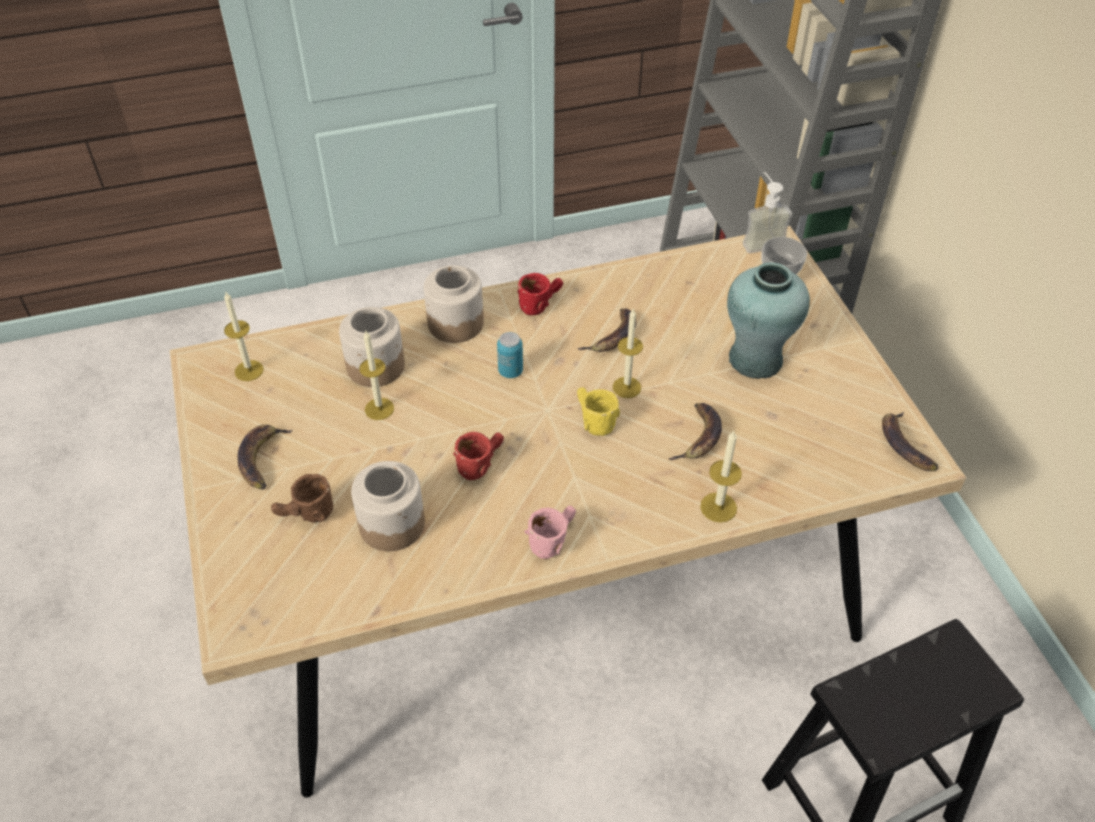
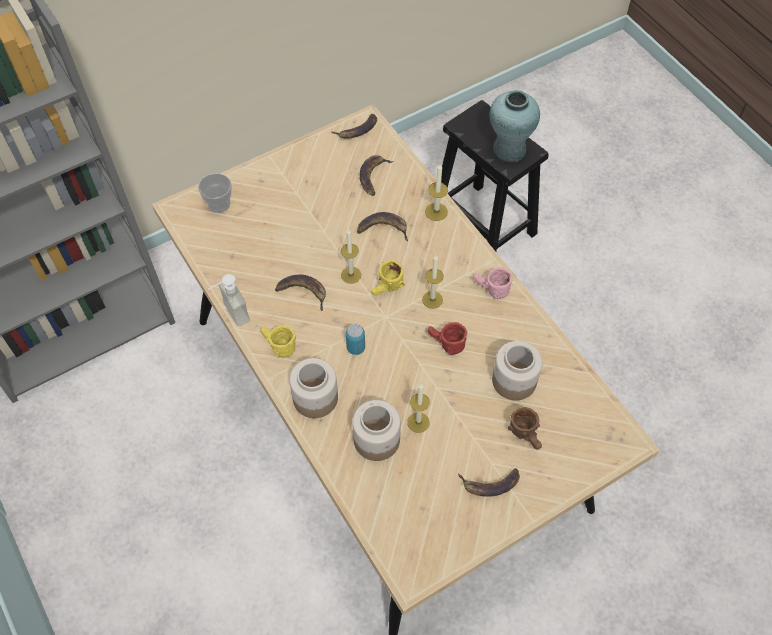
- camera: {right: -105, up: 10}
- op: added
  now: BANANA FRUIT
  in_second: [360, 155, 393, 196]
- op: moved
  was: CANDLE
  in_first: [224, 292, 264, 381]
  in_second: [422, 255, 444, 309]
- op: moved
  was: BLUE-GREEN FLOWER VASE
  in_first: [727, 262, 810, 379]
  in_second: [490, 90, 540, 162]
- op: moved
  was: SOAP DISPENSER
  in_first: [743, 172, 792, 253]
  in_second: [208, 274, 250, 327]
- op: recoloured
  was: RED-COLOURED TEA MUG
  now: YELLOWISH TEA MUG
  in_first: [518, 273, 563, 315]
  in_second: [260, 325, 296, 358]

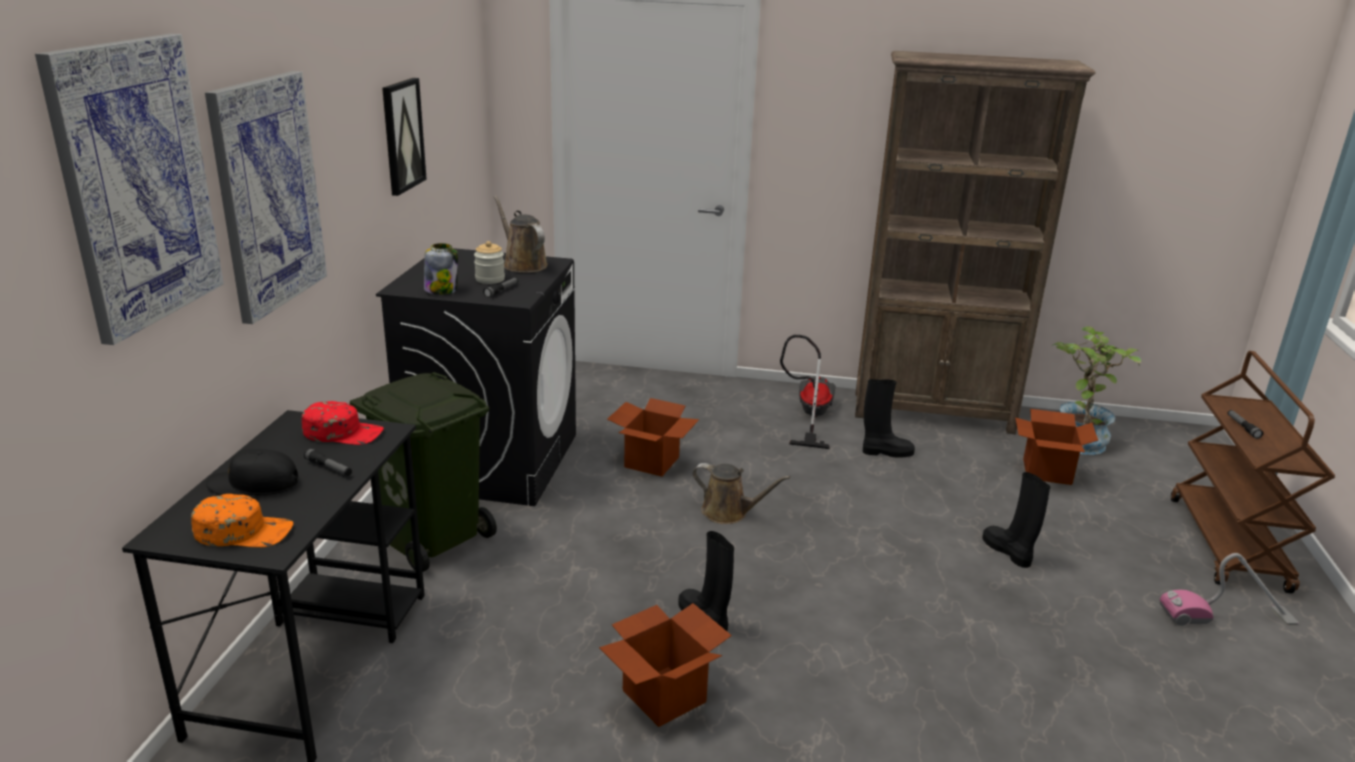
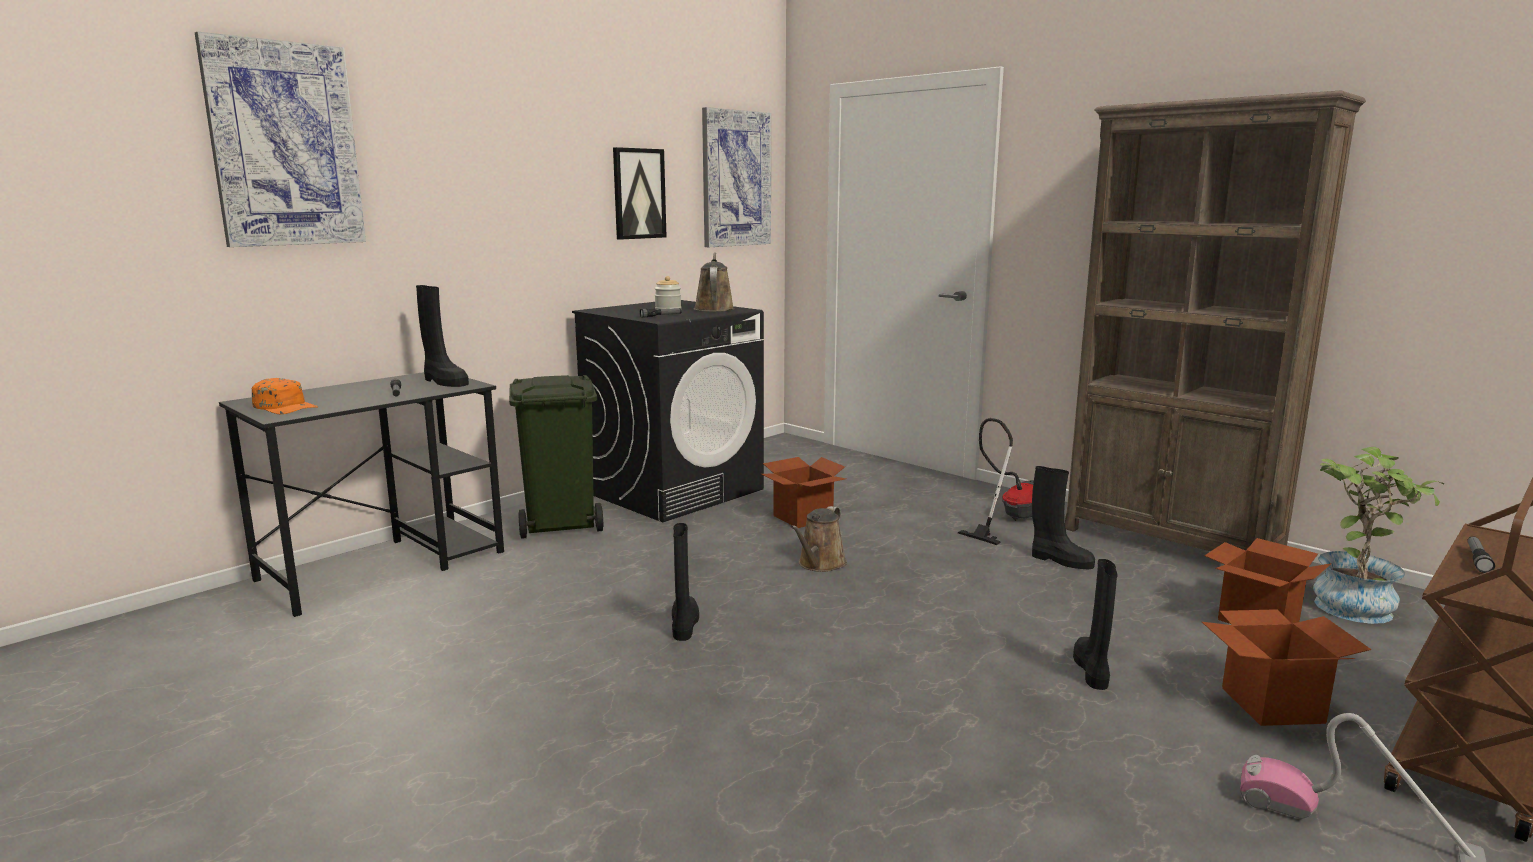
- camera: {right: 35, up: -10}
- op: removed
  was: BLACK PEAKED CAP
  in_first: [206, 449, 299, 496]
- op: removed
  was: PRESERVE JAR
  in_first: [424, 243, 458, 295]
- op: moved
  was: PICTURE
  in_first: [205, 71, 327, 324]
  in_second: [702, 107, 771, 247]
- op: moved
  was: CARDBOARD BOX
  in_first: [599, 603, 732, 727]
  in_second: [1202, 609, 1371, 726]
- op: replaced
  was: RED-COLOURED PEAKED CAP
  now: BLACK TALL BOOT
  in_first: [302, 401, 384, 445]
  in_second: [416, 285, 469, 387]
- op: turned
  was: BROWN-COLOURED WATERING POT
  in_first: [692, 463, 790, 524]
  in_second: [791, 506, 847, 572]
  clockwise: 60

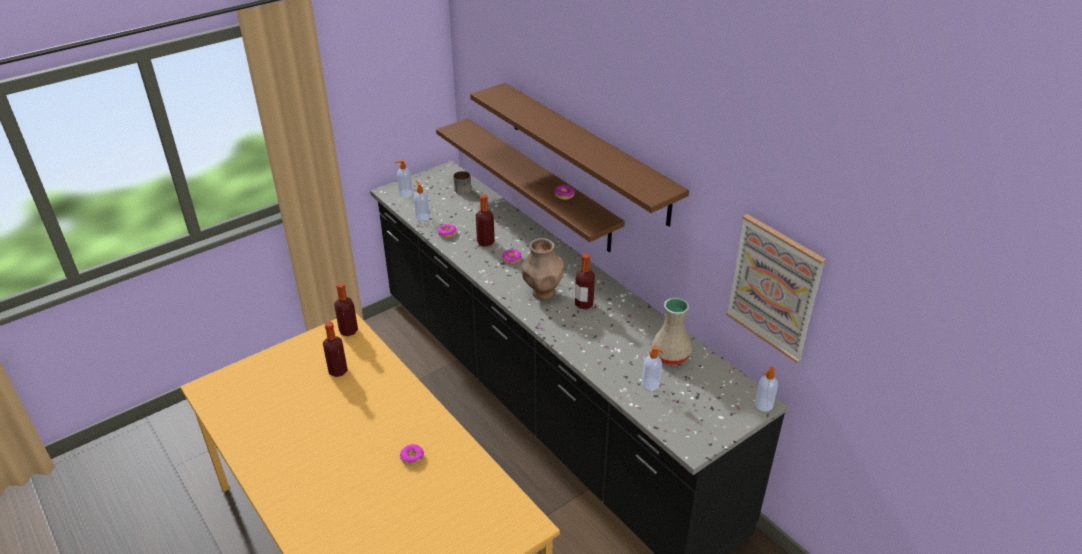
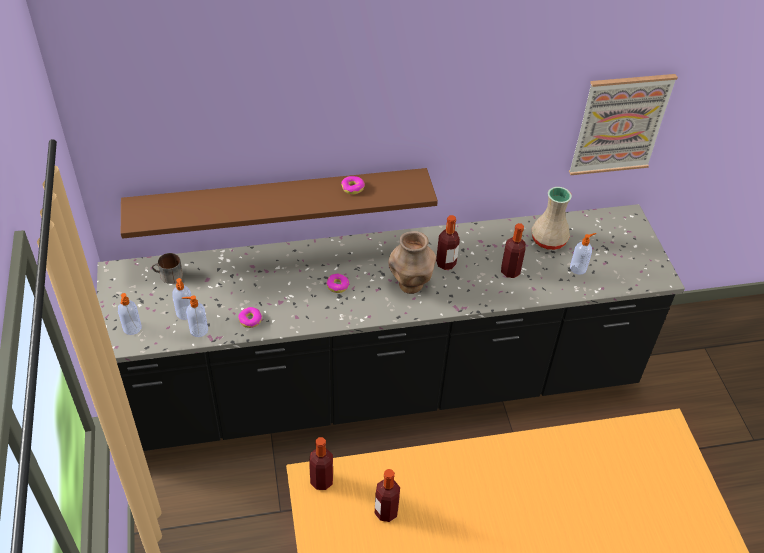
- camera: {right: -65, up: 10}
- op: removed
  was: RING DOUGHNUT
  in_first: [400, 444, 424, 466]
- op: removed
  was: BROWN-COLOURED WALL SHELF
  in_first: [470, 83, 689, 226]
- op: moved
  was: DRINK BOTTLE
  in_first: [476, 194, 495, 247]
  in_second: [501, 223, 526, 278]
- op: moved
  was: SOAP DISPENSER
  in_first: [755, 367, 778, 412]
  in_second: [172, 278, 191, 320]

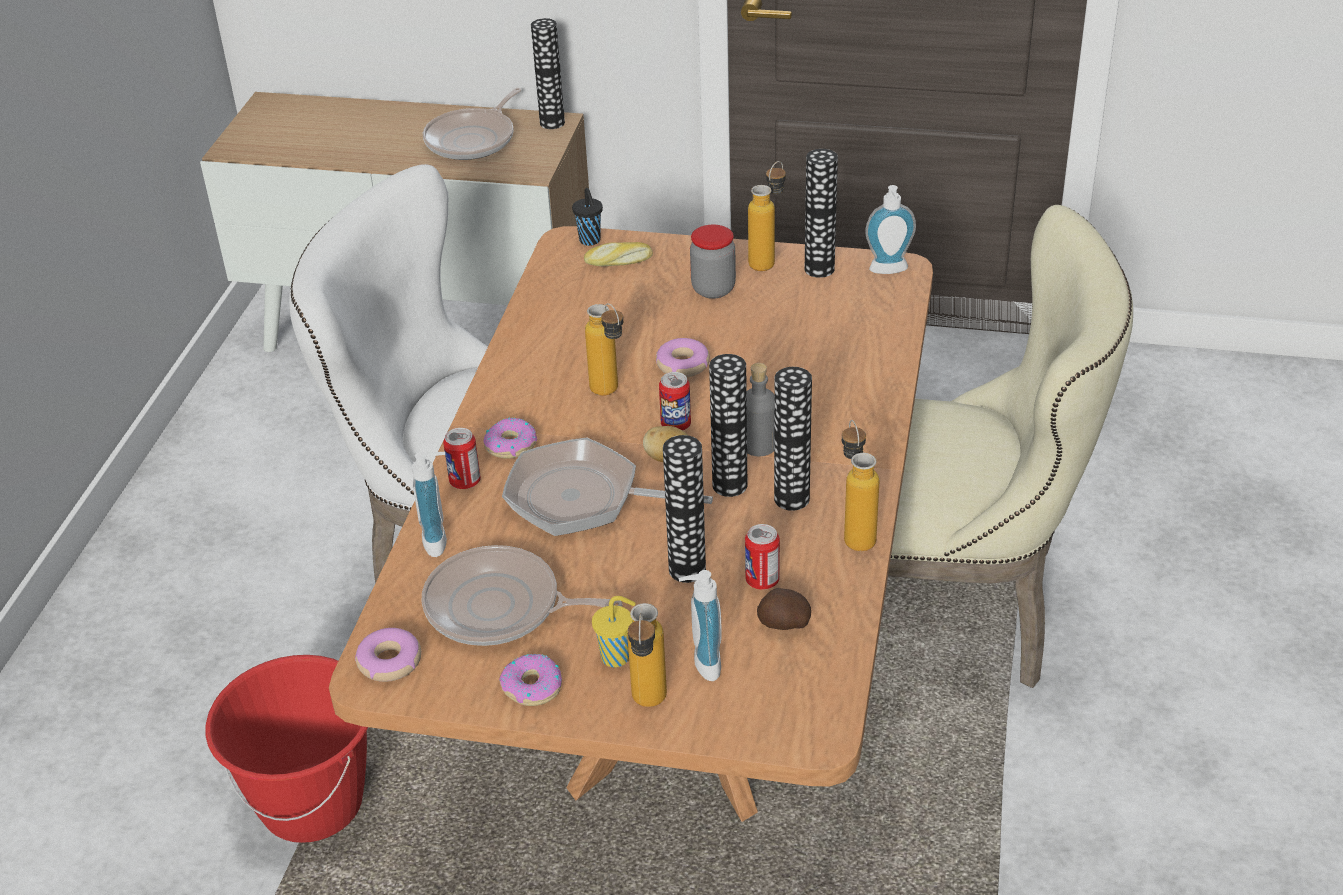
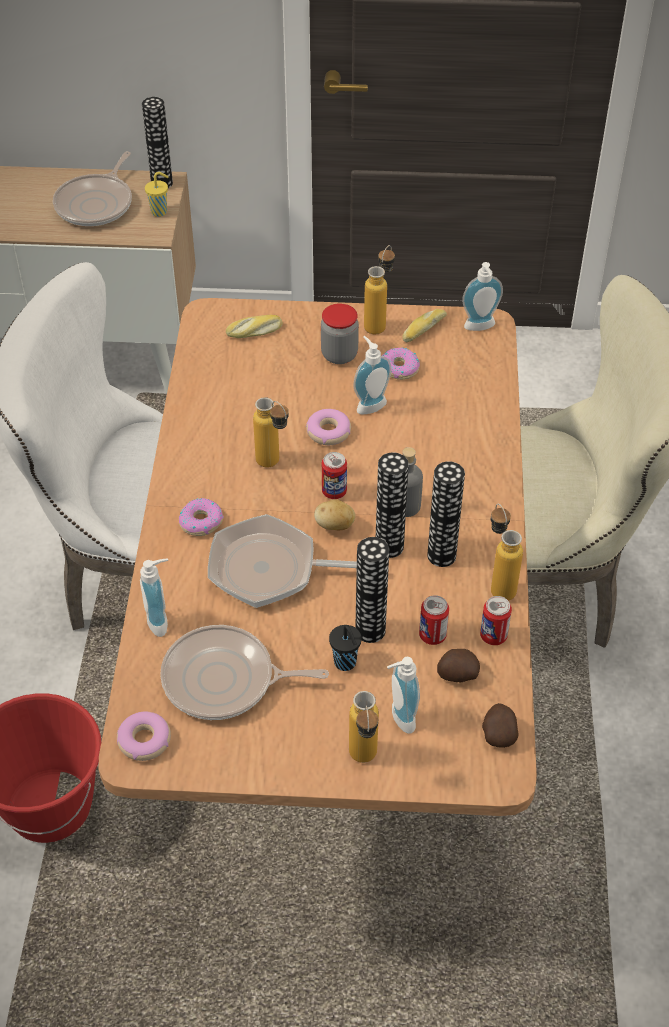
- camera: {right: -10, up: 10}
- op: added
  now: SOAP DISPENSER
  in_second: [354, 336, 391, 414]
- op: added
  now: SPUD
  in_second: [482, 703, 519, 748]
- op: moved
  was: METAL CAN
  in_first: [443, 428, 481, 489]
  in_second: [480, 596, 512, 645]
- op: moved
  was: RING DOUGHNUT
  in_first: [499, 654, 562, 706]
  in_second: [382, 347, 420, 380]
- op: moved
  was: BLACK DRINKING CUP
  in_first: [572, 188, 603, 246]
  in_second: [329, 625, 362, 671]
- op: moved
  was: YELLOWISH DRINKING CUP
  in_first: [592, 596, 636, 667]
  in_second: [145, 172, 169, 217]
- op: replaced
  was: FLOWER VASE
  now: BREAD
  in_first: [805, 149, 838, 278]
  in_second: [402, 309, 447, 342]

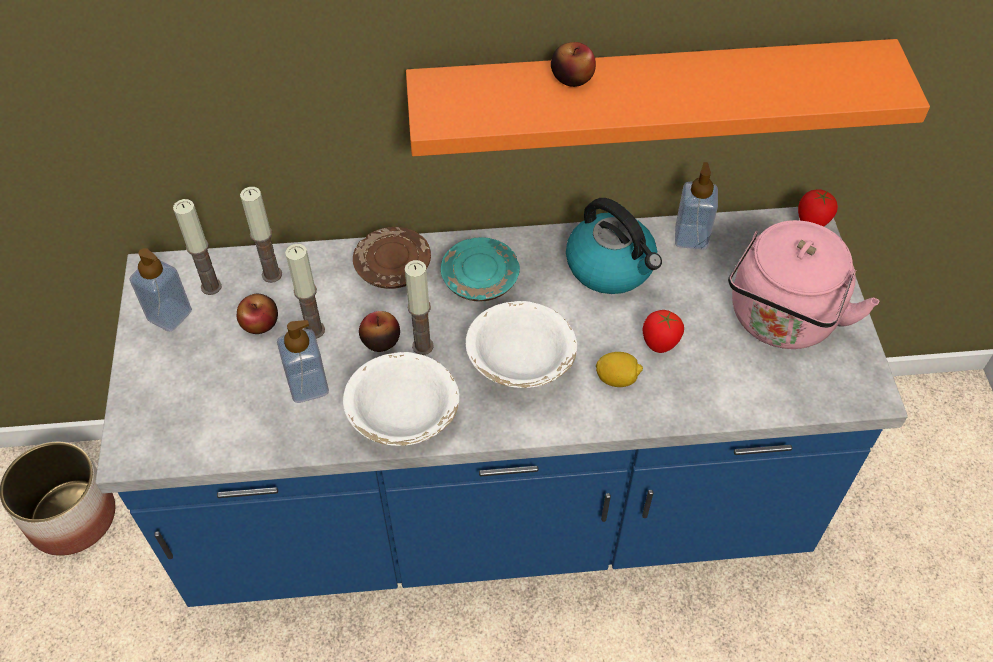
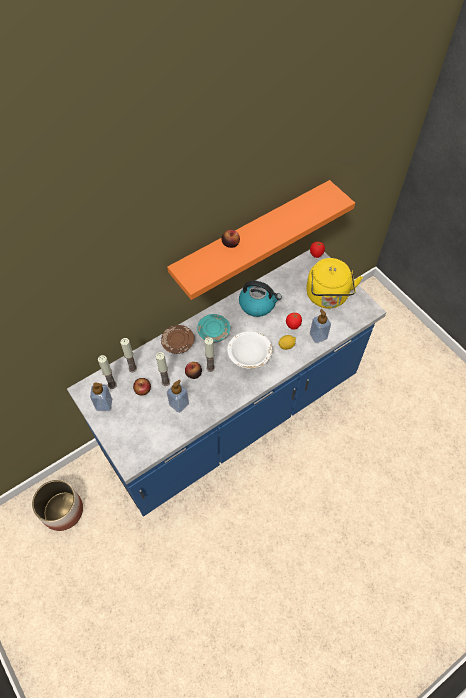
- camera: {right: -30, up: 5}
- op: removed
  was: WHITE-COLOURED BOWL
  in_first: [343, 352, 459, 446]
- op: moved
  was: SOAP DISPENSER
  in_first: [675, 162, 718, 249]
  in_second: [310, 309, 331, 343]
- op: recoloured
  was: PINK KETTLE
  now: YELLOWISH KETTLE
  in_first: [728, 220, 879, 349]
  in_second: [306, 258, 363, 309]

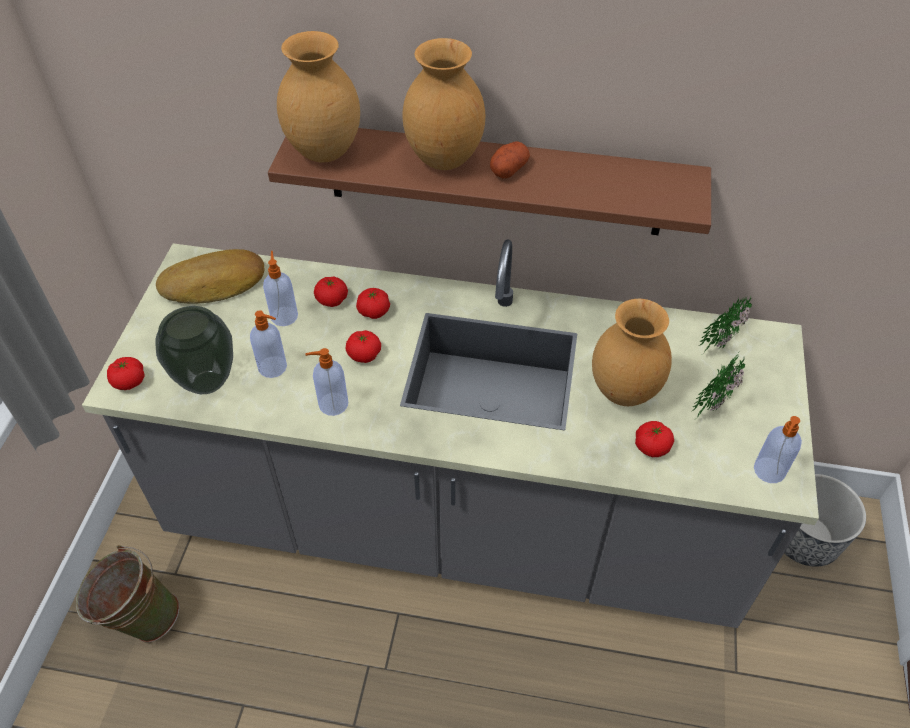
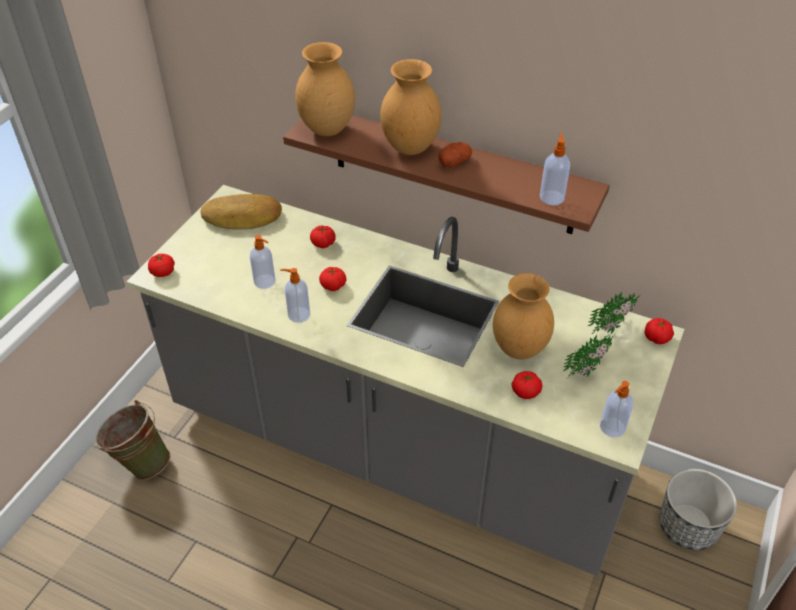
- camera: {right: 15, up: -5}
- op: removed
  was: FLOWER VASE
  in_first: [155, 306, 233, 394]
- op: moved
  was: SOAP DISPENSER
  in_first: [263, 251, 298, 326]
  in_second: [540, 132, 570, 205]
- op: moved
  was: TOMATO
  in_first: [356, 288, 390, 319]
  in_second: [644, 318, 674, 344]

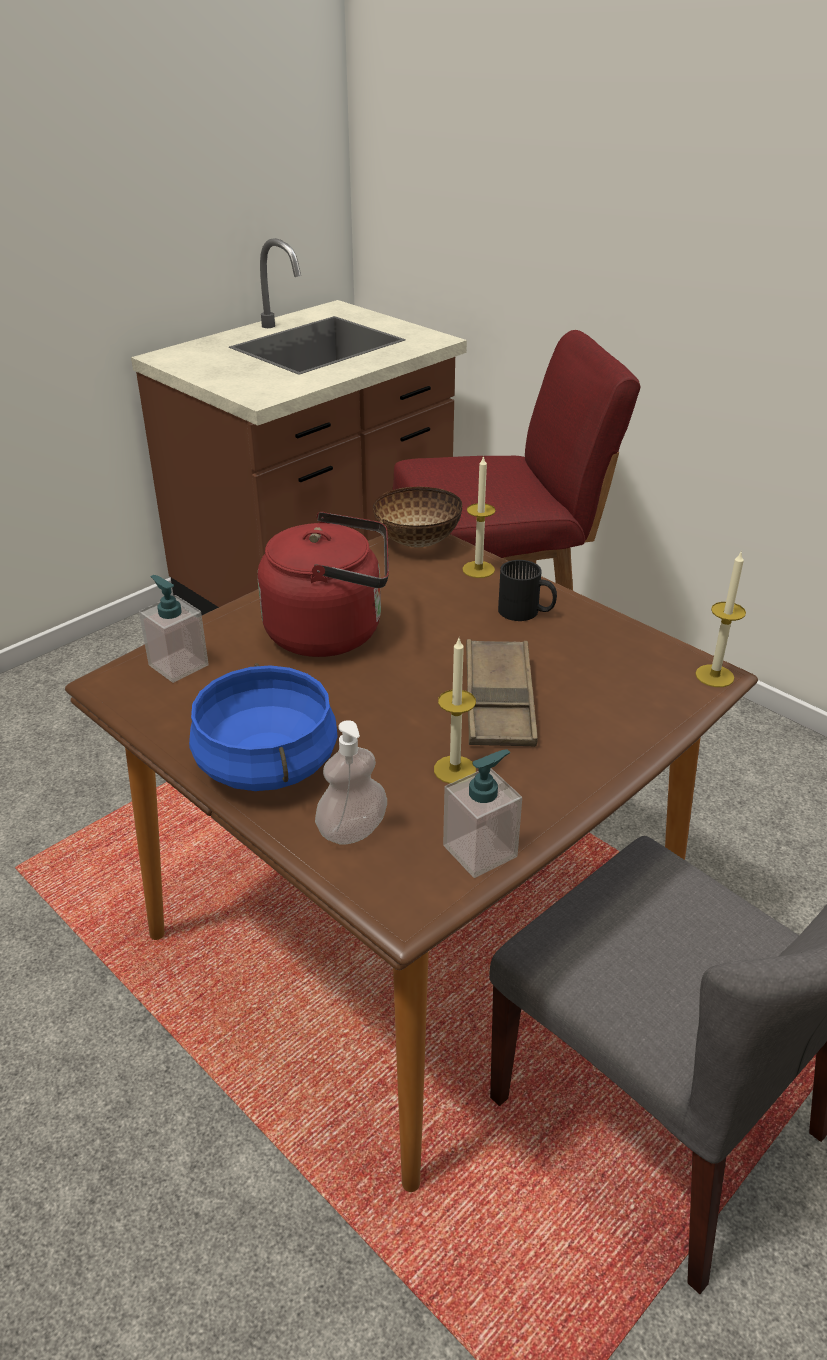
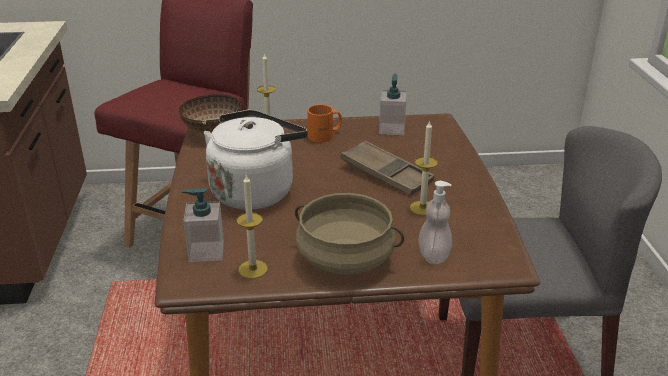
- camera: {right: -50, up: -5}
- op: moved
  was: SOAP DISPENSER
  in_first: [443, 749, 522, 878]
  in_second: [379, 74, 407, 135]
- op: moved
  was: CANDLE
  in_first: [695, 550, 746, 687]
  in_second: [236, 175, 268, 279]
- op: recoloured
  was: BLUE STOCKPOT
  now: BEIGE-COLOURED STOCKPOT
  in_first: [189, 663, 338, 791]
  in_second: [295, 193, 404, 274]
- op: recoloured
  was: RED-COLOURED KETTLE
  now: WHITE-COLOURED KETTLE
  in_first: [258, 512, 389, 657]
  in_second: [204, 110, 308, 210]
- op: recoloured
  was: BLACK TEA MUG
  now: ORANGE TEA MUG
  in_first: [498, 560, 557, 621]
  in_second: [307, 105, 342, 142]

